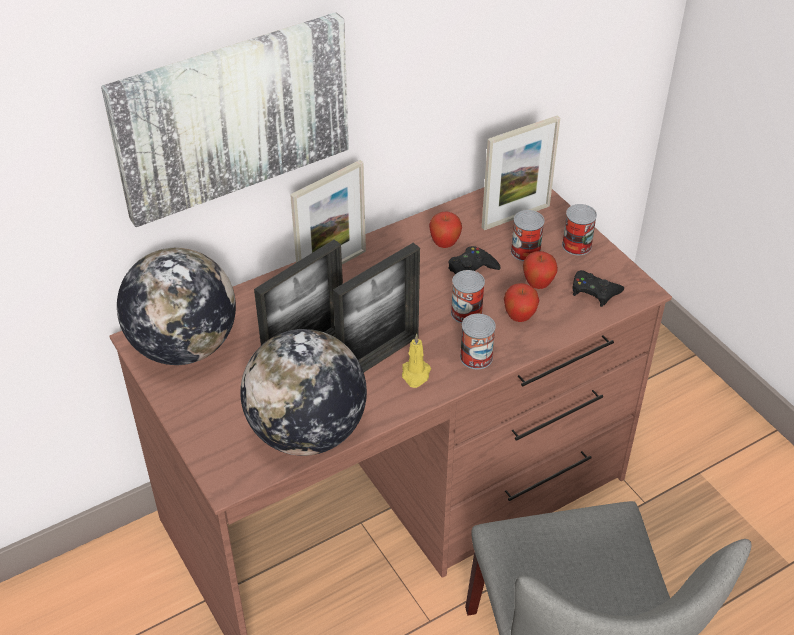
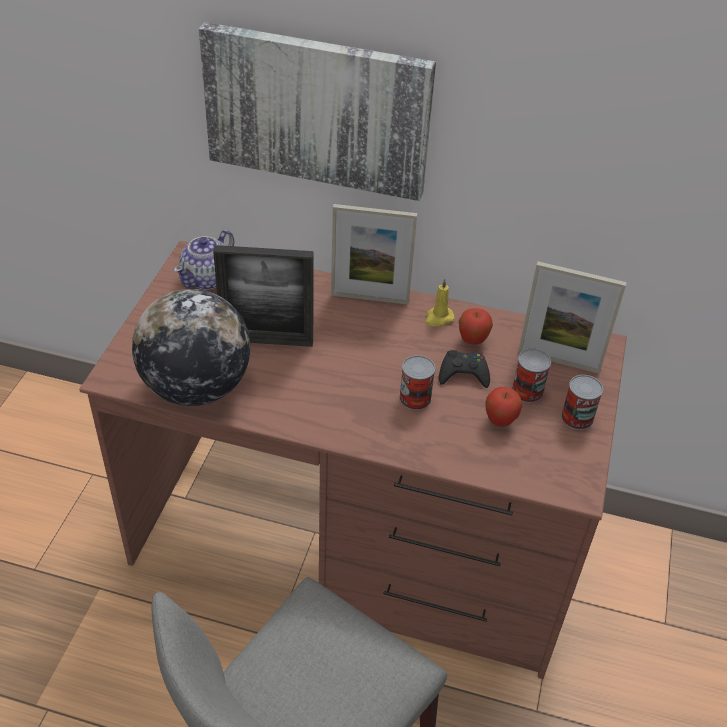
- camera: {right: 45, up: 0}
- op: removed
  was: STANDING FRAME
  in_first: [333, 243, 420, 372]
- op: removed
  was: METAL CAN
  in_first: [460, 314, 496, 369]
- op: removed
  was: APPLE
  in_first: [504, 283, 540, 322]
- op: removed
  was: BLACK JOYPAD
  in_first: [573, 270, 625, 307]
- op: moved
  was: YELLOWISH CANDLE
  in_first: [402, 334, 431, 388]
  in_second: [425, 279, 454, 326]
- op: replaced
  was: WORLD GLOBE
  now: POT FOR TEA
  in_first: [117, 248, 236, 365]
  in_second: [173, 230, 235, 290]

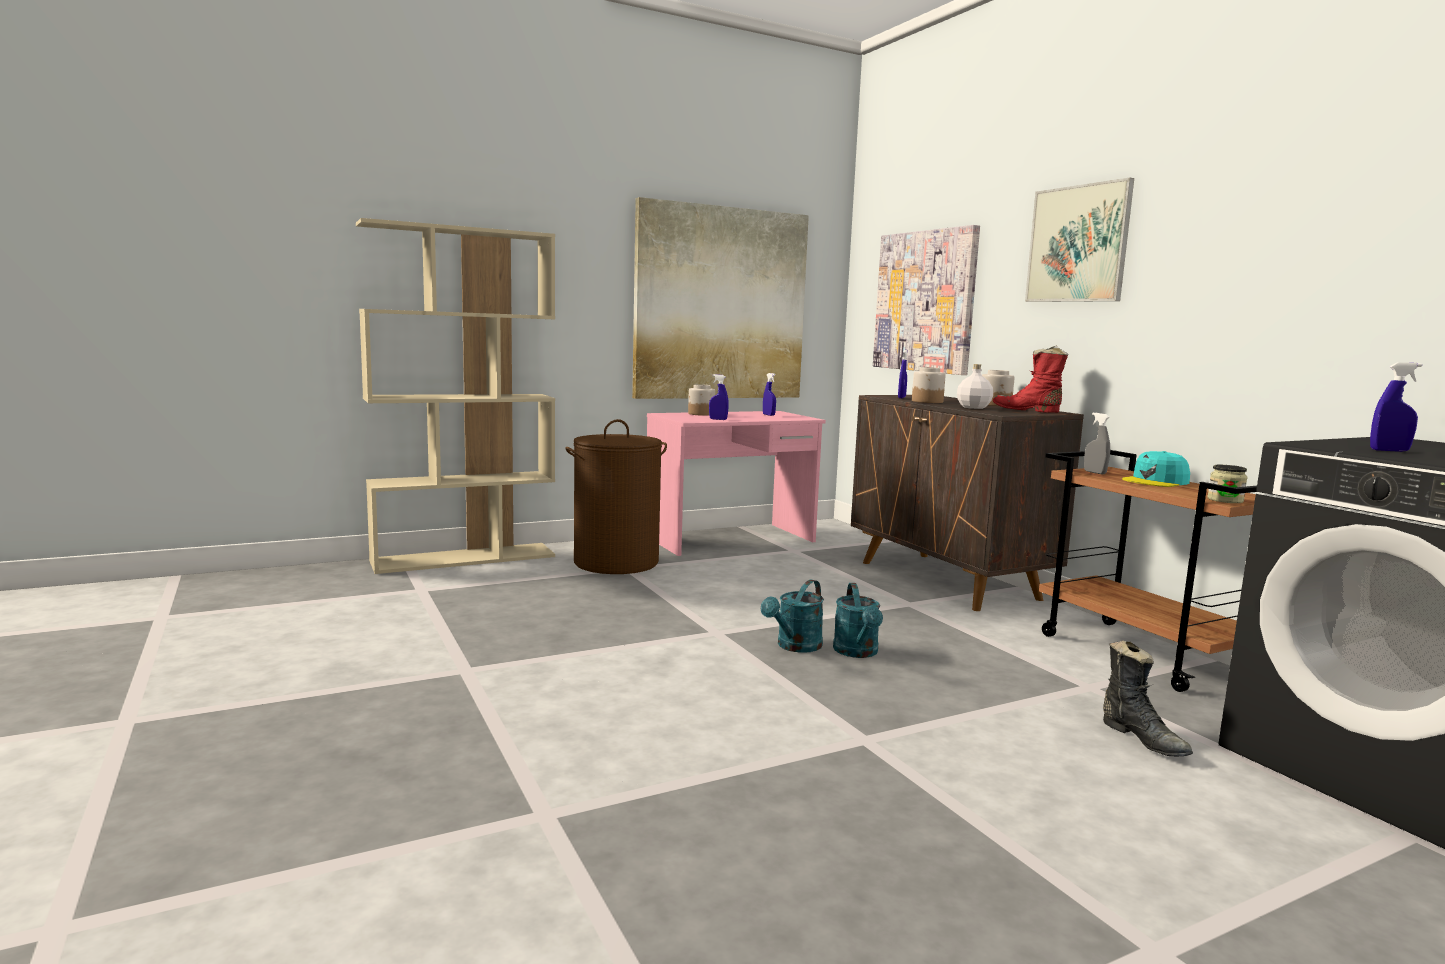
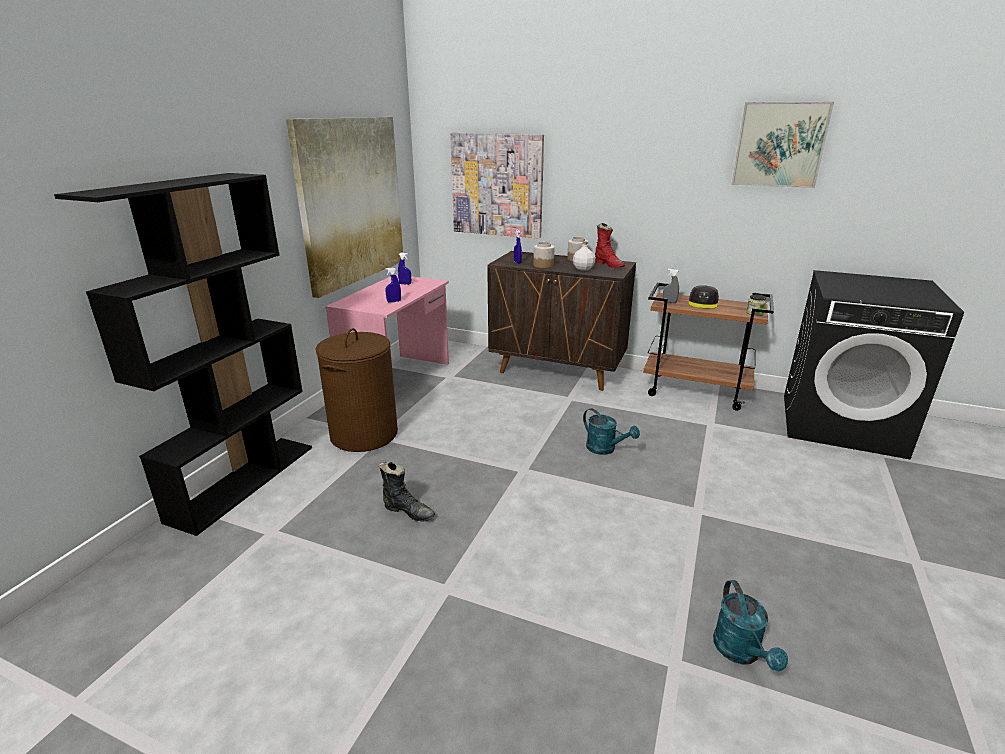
- camera: {right: -40, up: 15}
- op: removed
  was: PRESERVE JAR
  in_first: [688, 384, 715, 416]
- op: removed
  was: BLUE HAND SPRAYER
  in_first: [1370, 362, 1422, 452]
- op: moved
  was: BLUE-GREEN WATERING POT
  in_first: [761, 580, 824, 653]
  in_second: [713, 580, 788, 672]
- op: moved
  was: PICTURE
  in_first: [1025, 178, 1134, 302]
  in_second: [731, 102, 834, 188]
- op: moved
  was: BLACK TALL BOOT
  in_first: [1103, 641, 1193, 756]
  in_second: [378, 462, 435, 521]
- op: recoloured
  was: BEIGE-COLOURED BOOKCASE
  now: BLACK BOOKCASE
  in_first: [356, 218, 555, 574]
  in_second: [54, 173, 312, 536]
- op: recoloured
  was: BLUE-GREEN PEAKED CAP
  now: GRAY PEAKED CAP
  in_first: [1122, 451, 1190, 487]
  in_second: [688, 285, 719, 309]
- op: turned
  was: RED-COLOURED TALL BOOT
  in_first: [993, 346, 1069, 413]
  in_second: [595, 223, 625, 268]
  clockwise: -120

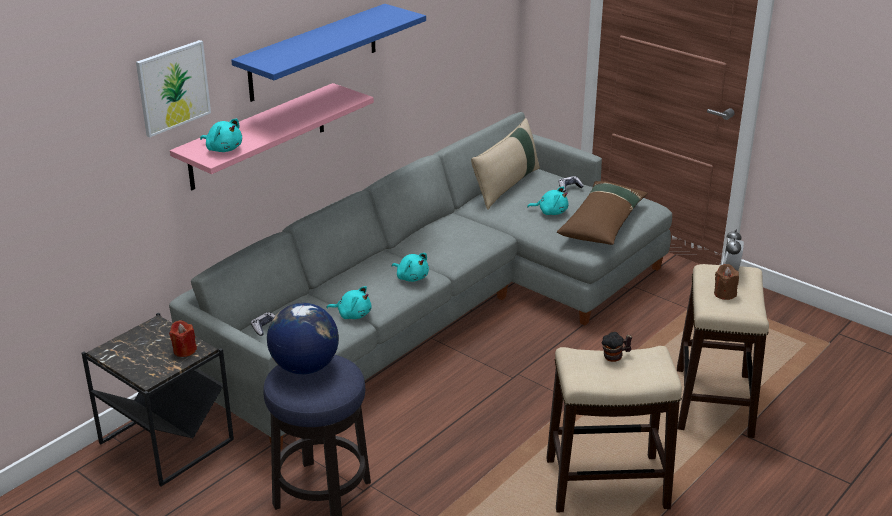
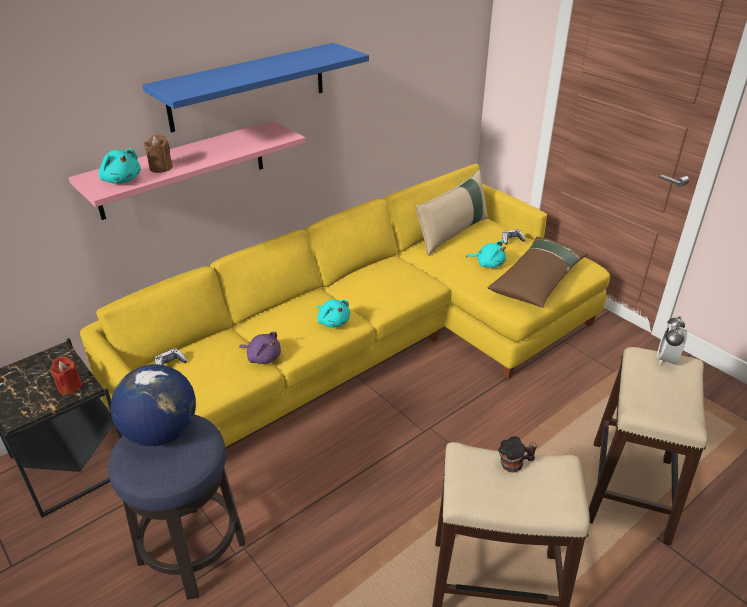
- camera: {right: 10, up: 5}
- op: removed
  was: PICTURE
  in_first: [136, 40, 211, 137]
- op: moved
  was: BROWN-COLOURED CANDLE
  in_first: [714, 264, 739, 300]
  in_second: [144, 135, 173, 173]
- op: recoloured
  was: GRAY COUCH
  now: YELLOWISH COUCH
  in_first: [169, 112, 672, 450]
  in_second: [80, 164, 610, 447]
- op: recoloured
  was: BLUE-GREEN CUDDLY TOY
  now: PURPLE-COLOURED CUDDLY TOY
  in_first: [327, 286, 371, 319]
  in_second: [239, 332, 281, 364]

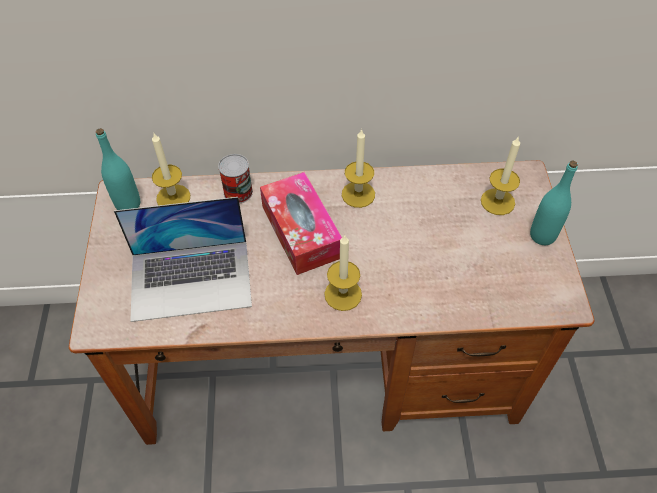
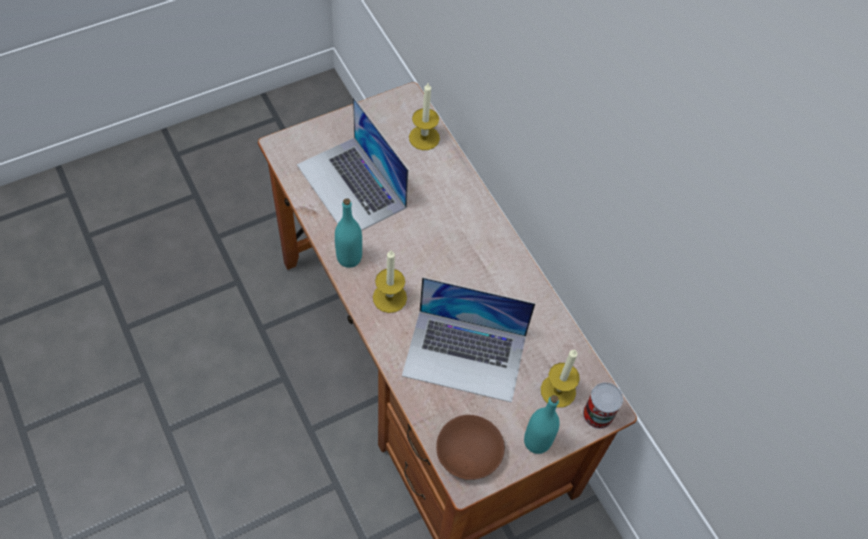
- camera: {right: 60, up: 5}
- op: removed
  was: TISSUE HOLDER
  in_first: [260, 172, 342, 275]
- op: removed
  was: CANDLE
  in_first: [342, 129, 375, 208]
- op: added
  now: LAPTOP
  in_second: [402, 277, 535, 402]
- op: added
  now: BROWN-COLOURED BOWL
  in_second: [436, 415, 505, 480]
- op: moved
  was: BLUE-GREEN DRINK BOTTLE
  in_first: [96, 128, 140, 210]
  in_second: [335, 198, 362, 268]
- op: moved
  was: METAL CAN
  in_first: [218, 154, 253, 204]
  in_second: [583, 382, 623, 429]

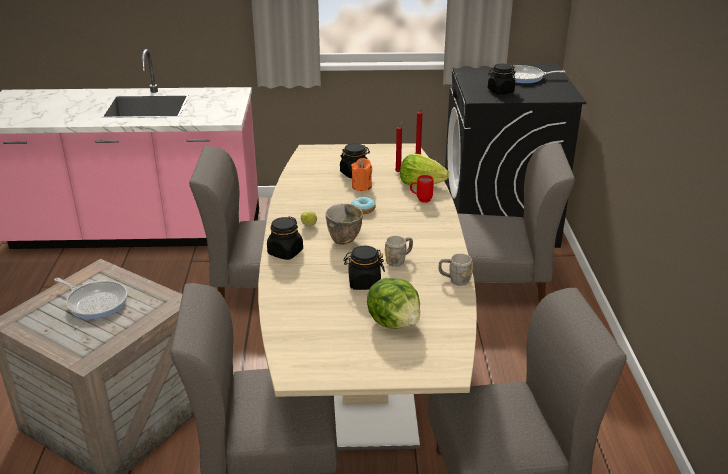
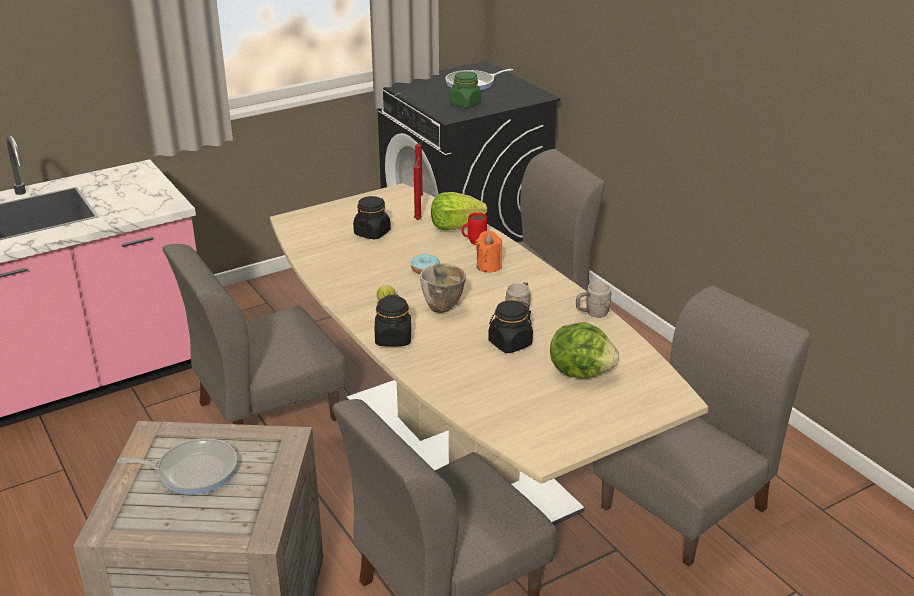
- camera: {right: -30, up: 0}
- op: moved
  was: ORANGE CANDLE
  in_first: [351, 158, 372, 191]
  in_second: [475, 231, 502, 273]
- op: recoloured
  was: BLACK PRESERVE JAR
  now: GREEN-COLOURED PRESERVE JAR
  in_first: [488, 64, 516, 94]
  in_second: [450, 72, 481, 108]

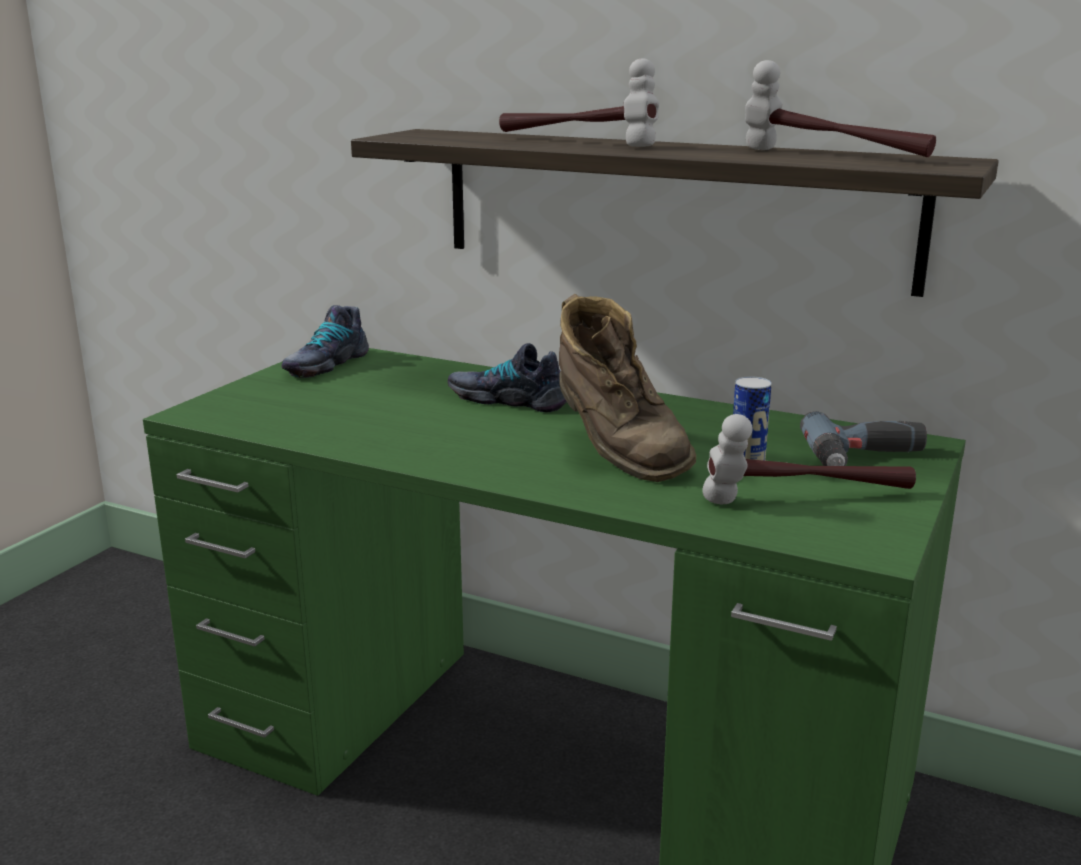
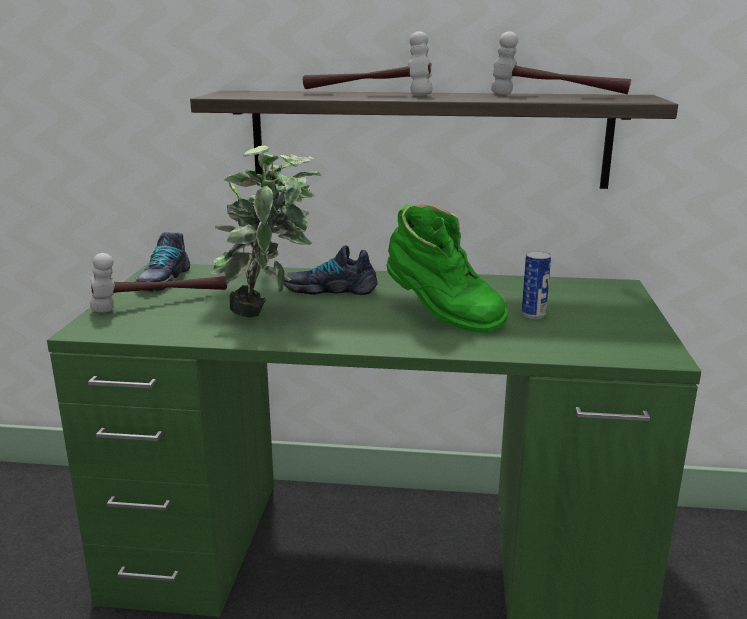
- camera: {right: -20, up: 0}
- op: removed
  was: ELECTRIC DRILL
  in_first: [800, 411, 927, 466]
- op: added
  now: POTTED PLANT
  in_second: [211, 146, 321, 318]
- op: moved
  was: HAND HAMMER
  in_first: [702, 414, 916, 504]
  in_second: [90, 253, 227, 313]
- op: recoloured
  was: BROWN-COLOURED TALL BOOT
  now: GREEN-COLOURED TALL BOOT
  in_first: [559, 294, 696, 482]
  in_second: [386, 204, 508, 332]

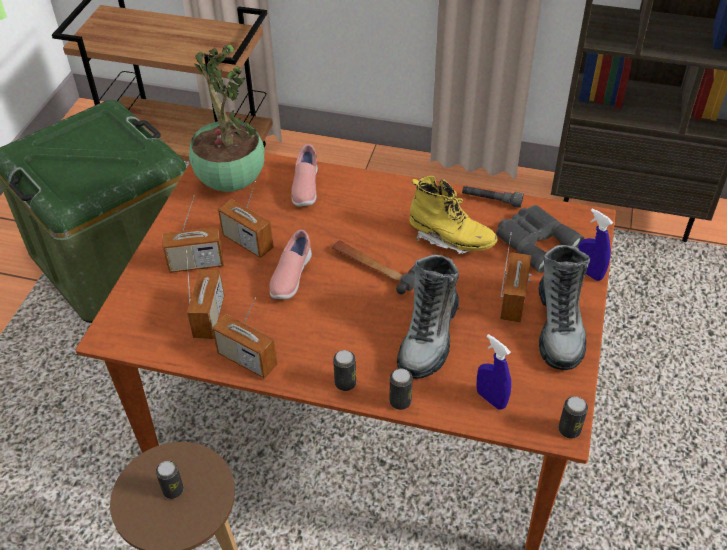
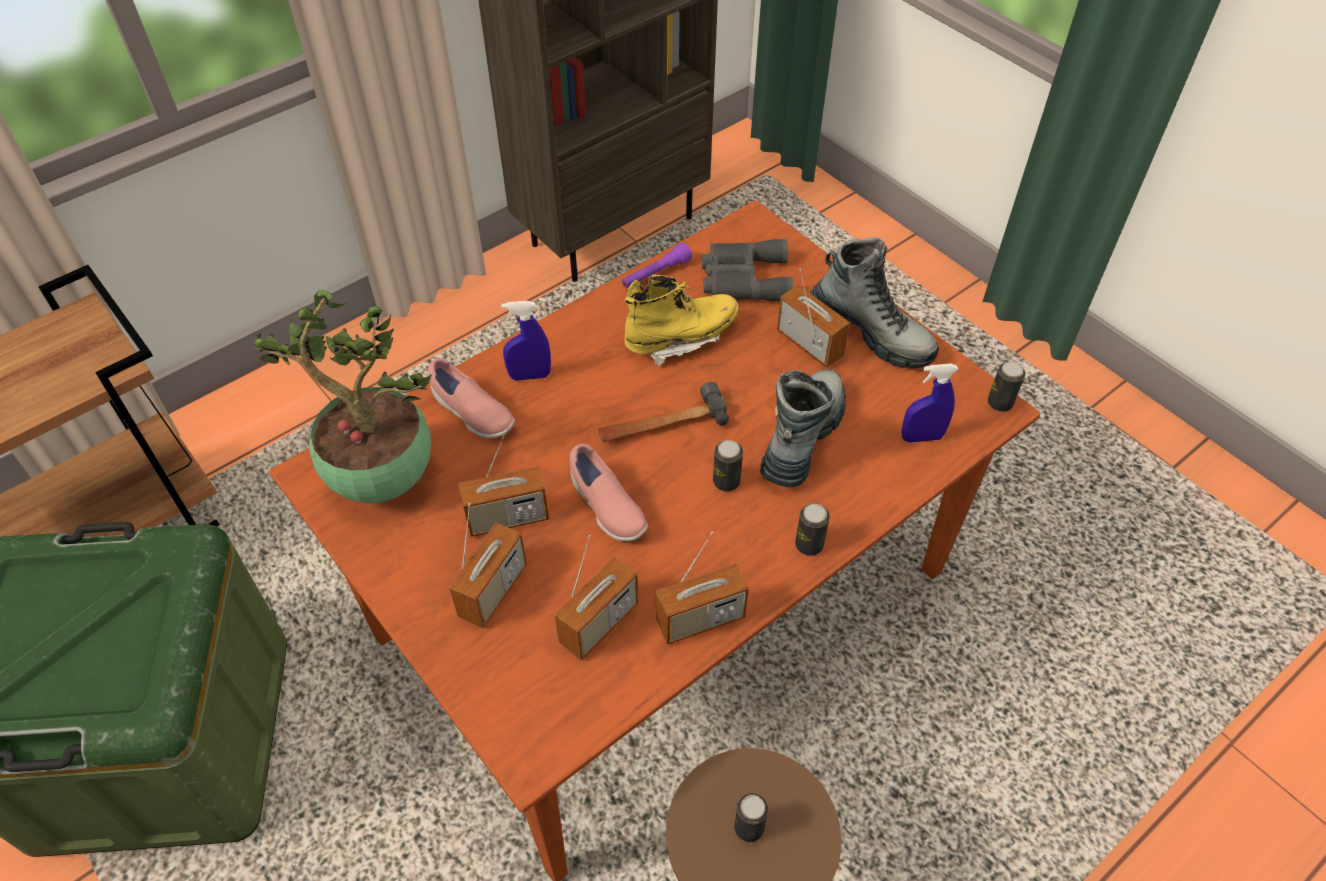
- camera: {right: -55, up: 5}
- op: moved
  was: METAL CAN
  in_first: [389, 368, 412, 410]
  in_second: [713, 440, 743, 491]
- op: moved
  was: BLUE HAND SPRAYER
  in_first: [578, 208, 613, 281]
  in_second: [501, 301, 551, 381]
- op: recoloured
  was: GRAY HAND TORCH
  now: PURPLE-COLOURED HAND TORCH
  in_first: [462, 186, 523, 208]
  in_second: [622, 243, 692, 288]
- op: turned
  was: RADIO RECEIVER
  in_first: [186, 250, 225, 339]
  in_second: [554, 535, 638, 660]
  clockwise: 90
- op: turned
  was: TALL BOOT
  in_first: [397, 254, 459, 379]
  in_second: [760, 369, 846, 487]
  clockwise: -120

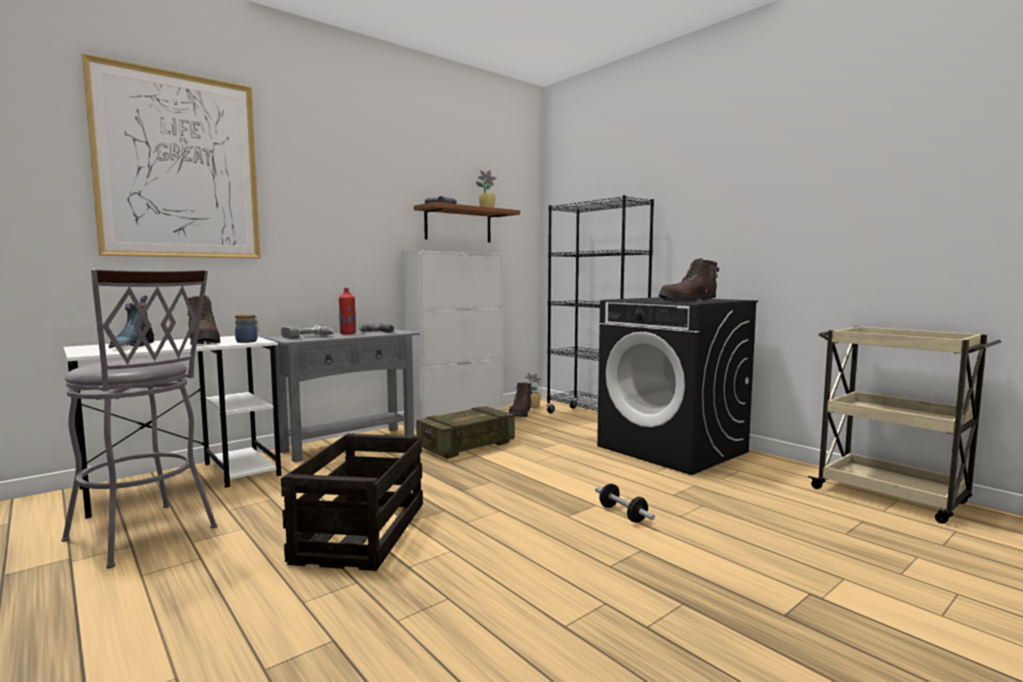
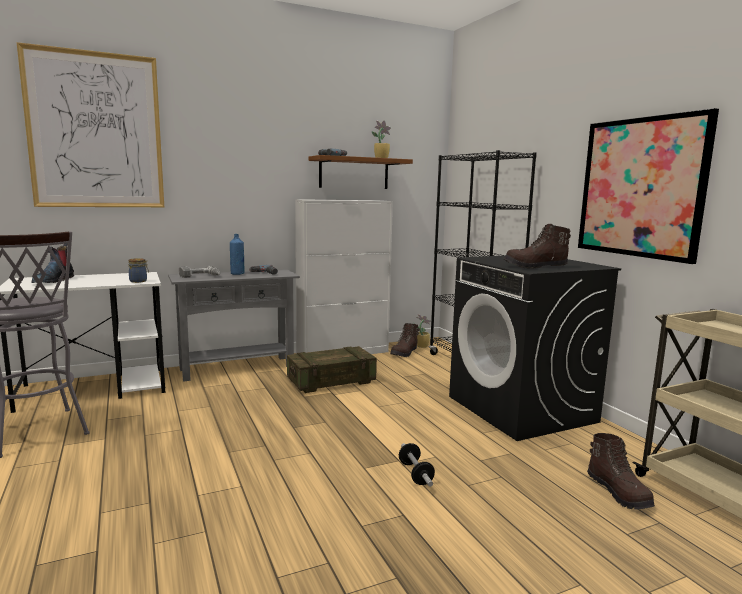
- camera: {right: 15, up: 5}
- op: removed
  was: SHIPPING CRATE
  in_first: [281, 433, 423, 571]
- op: added
  now: PICTURE
  in_second: [578, 108, 719, 264]
- op: moved
  was: BROWN-COLOURED TALL BOOT
  in_first: [187, 296, 221, 345]
  in_second: [587, 433, 655, 509]
- op: recoloured
  was: RED-COLOURED DRINK BOTTLE
  now: BLUE DRINK BOTTLE
  in_first: [339, 288, 356, 334]
  in_second: [230, 234, 245, 275]

